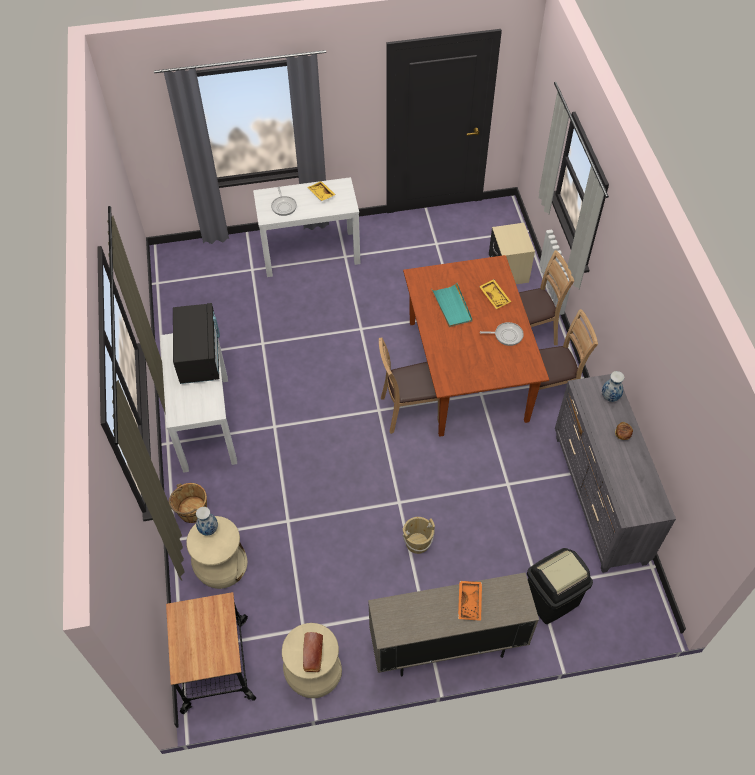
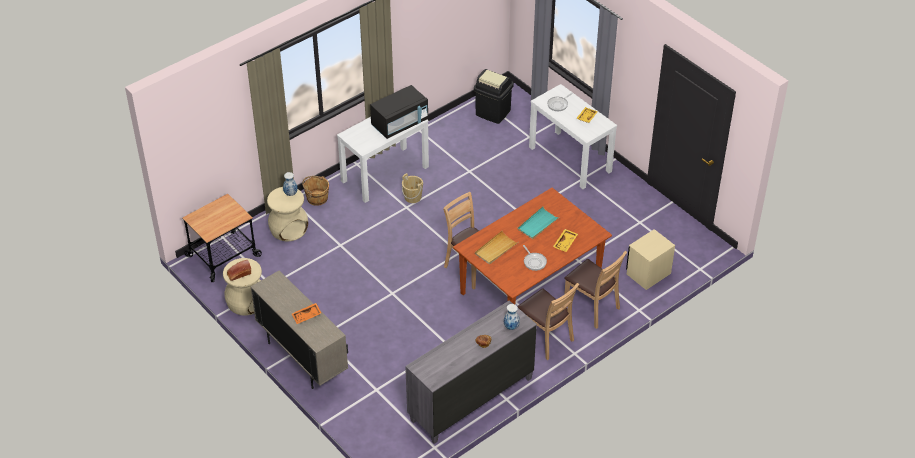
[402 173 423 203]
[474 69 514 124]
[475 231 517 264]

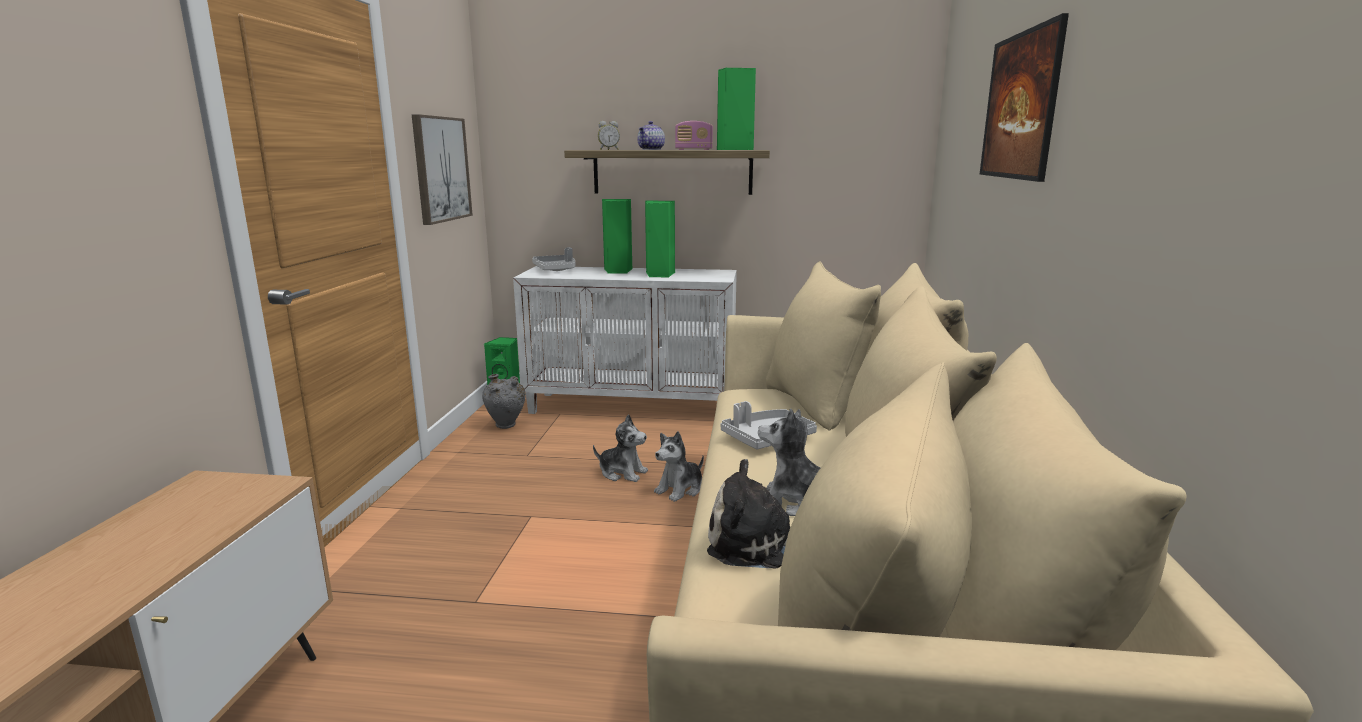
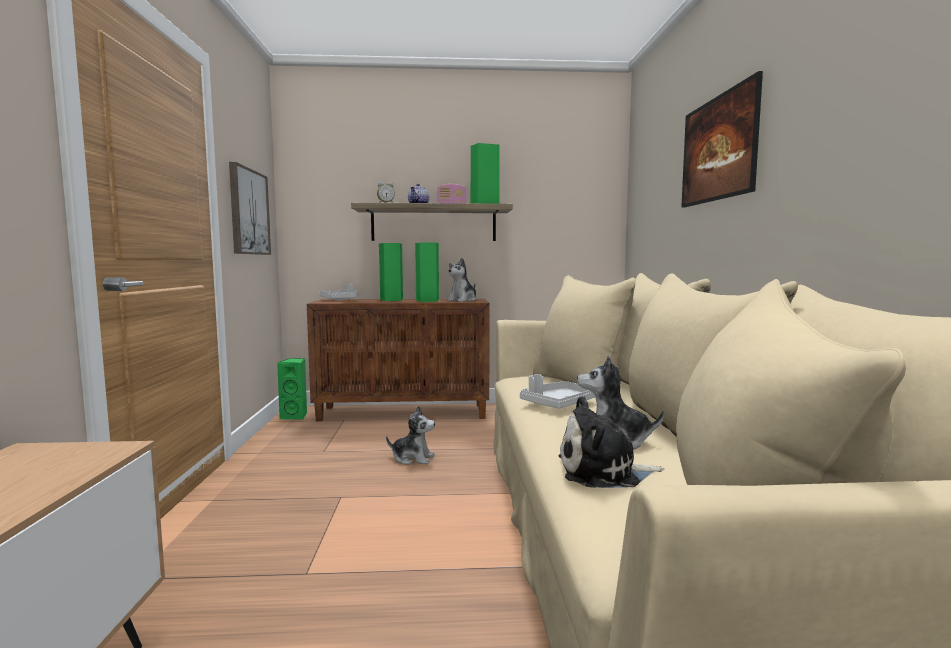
[307 299 490 422]
[446 258 477 302]
[482 374 526 429] (first image)

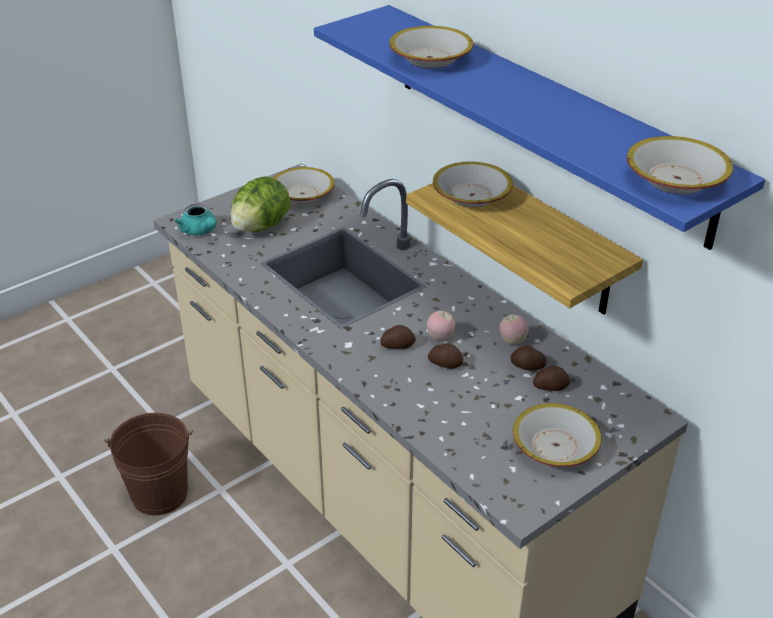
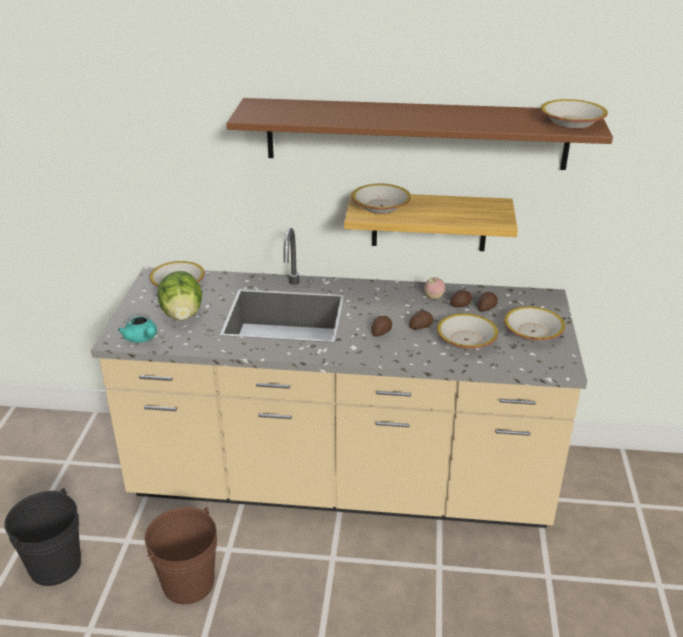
[4 488 81 586]
[118 314 157 343]
[226 98 613 170]
[437 313 498 350]
[427 311 455 341] (first image)

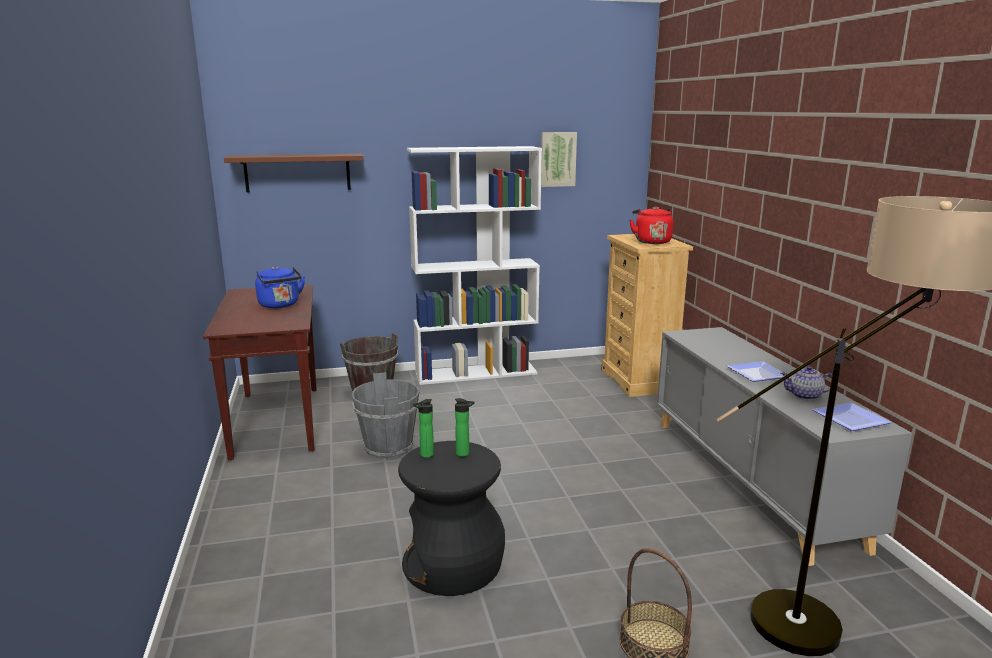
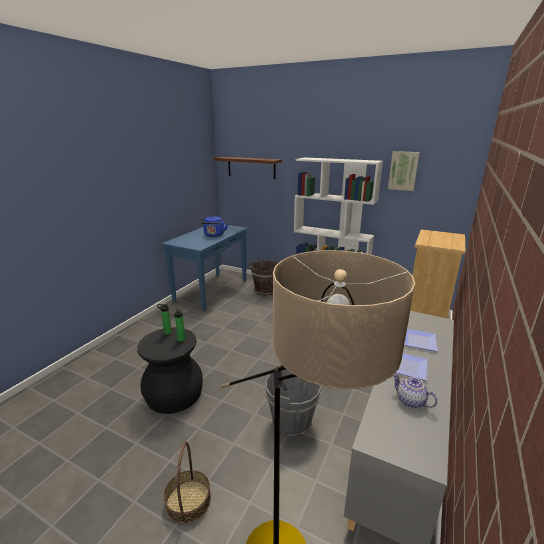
[161 224 248 311]
[265 369 322 437]
[404 329 438 351]
[630 206 673 244] (first image)

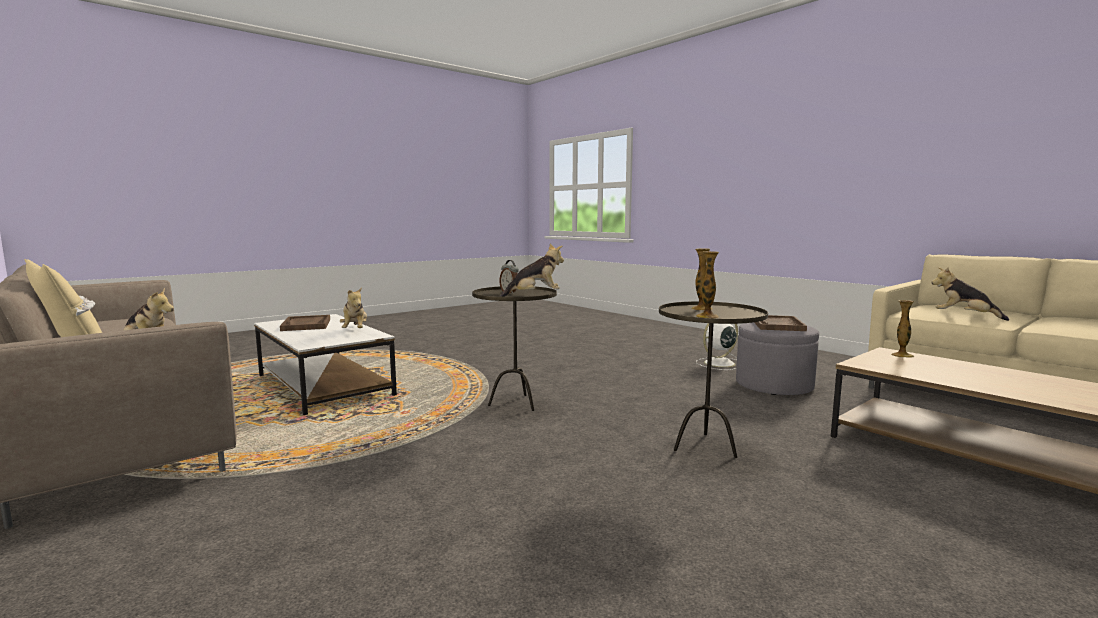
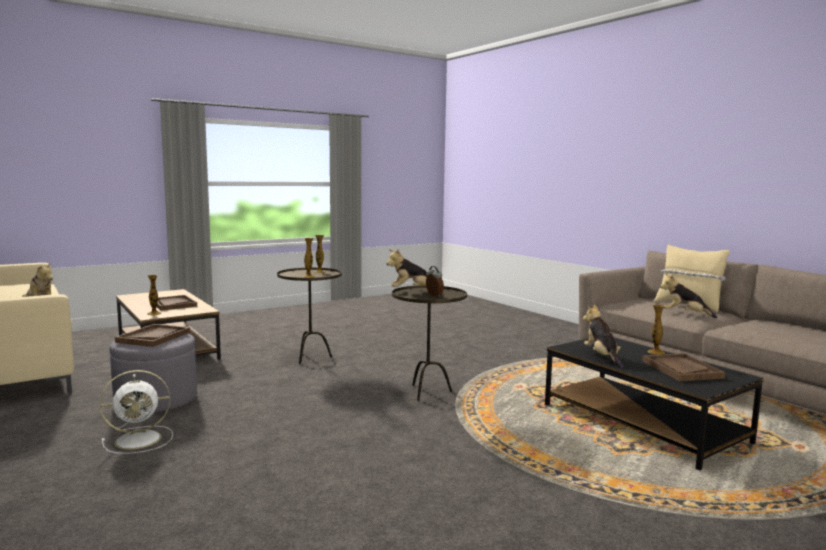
[156 295 197 311]
[545 338 764 471]
[647 305 665 355]

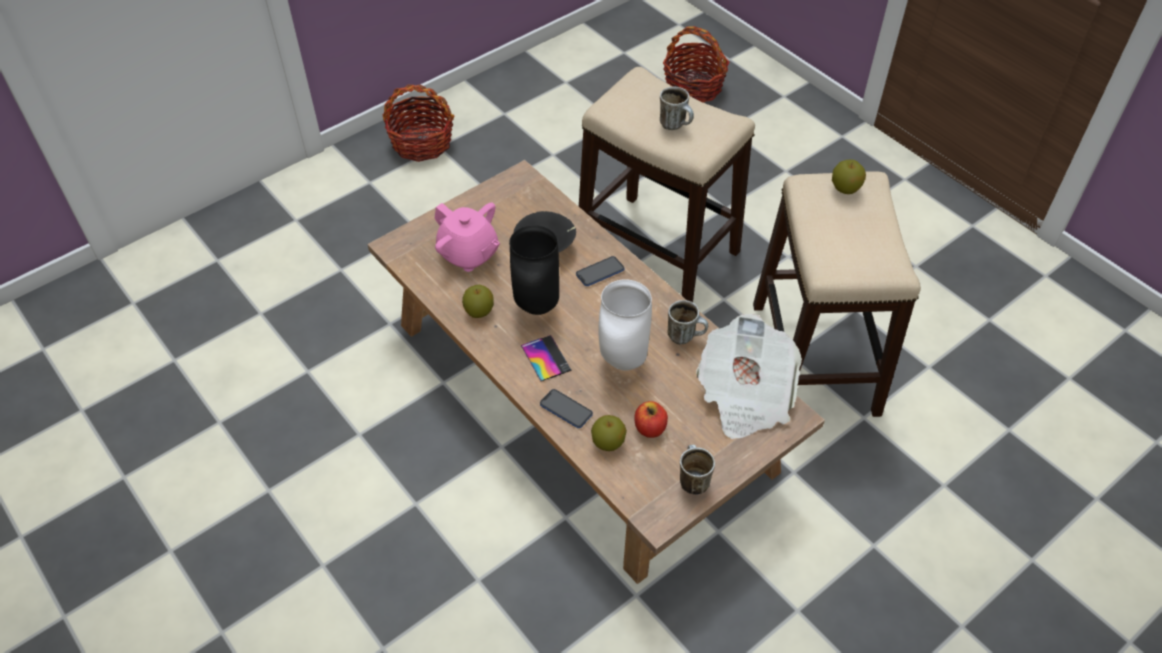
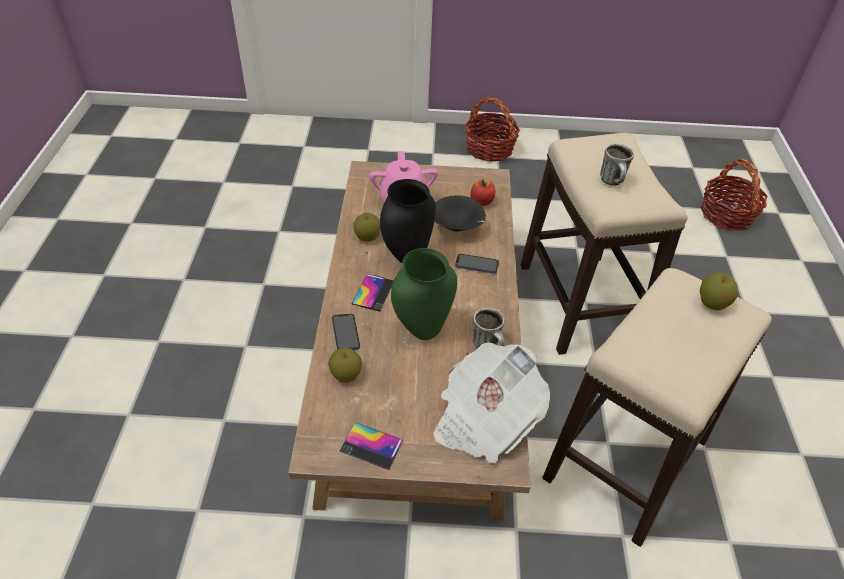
[340 422 403 470]
[391 248 457 340]
[470 179 495 206]

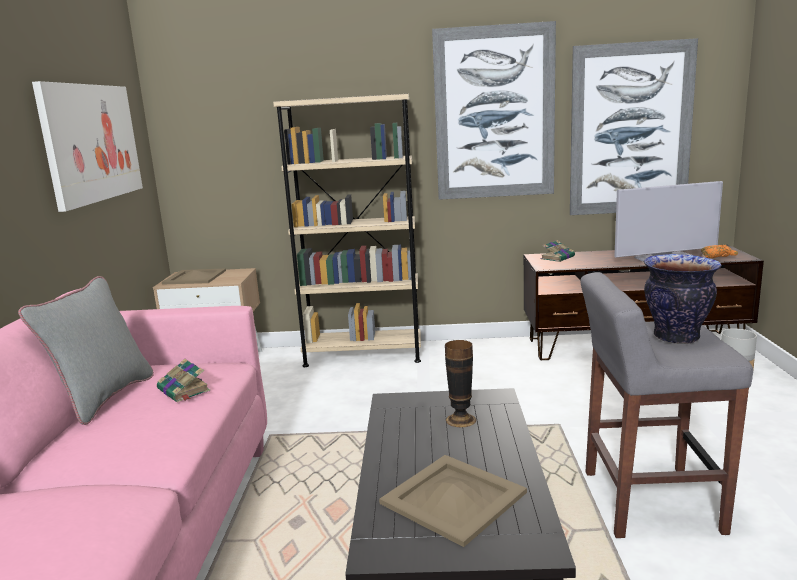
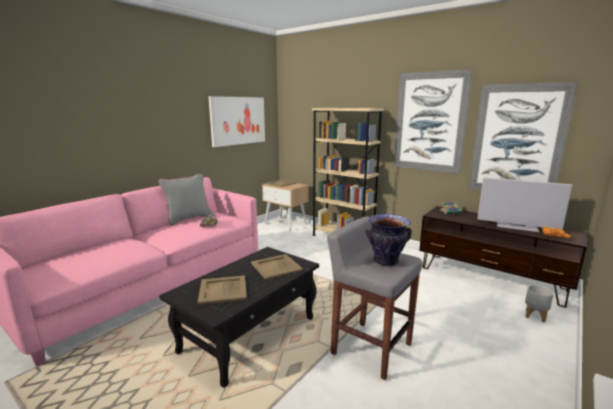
[251 254 303 280]

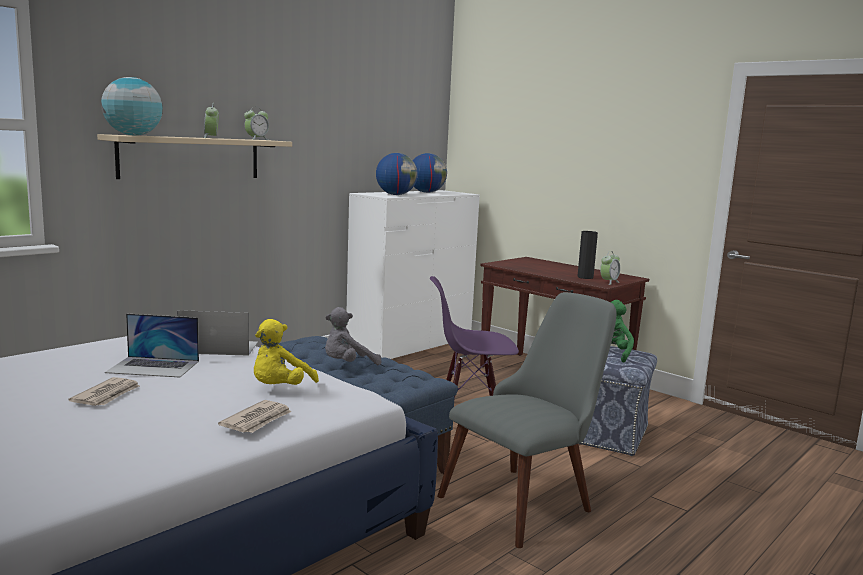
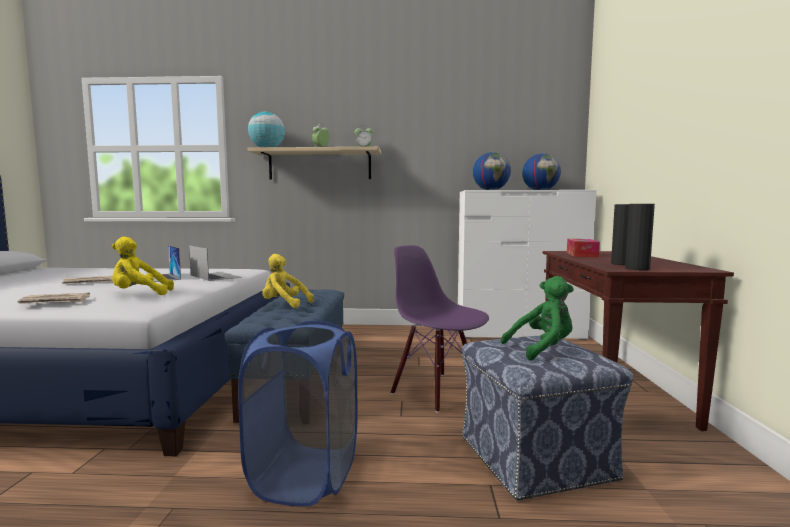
[238 321 358 507]
[262 254 314 308]
[567 239 600 257]
[625 204 655 270]

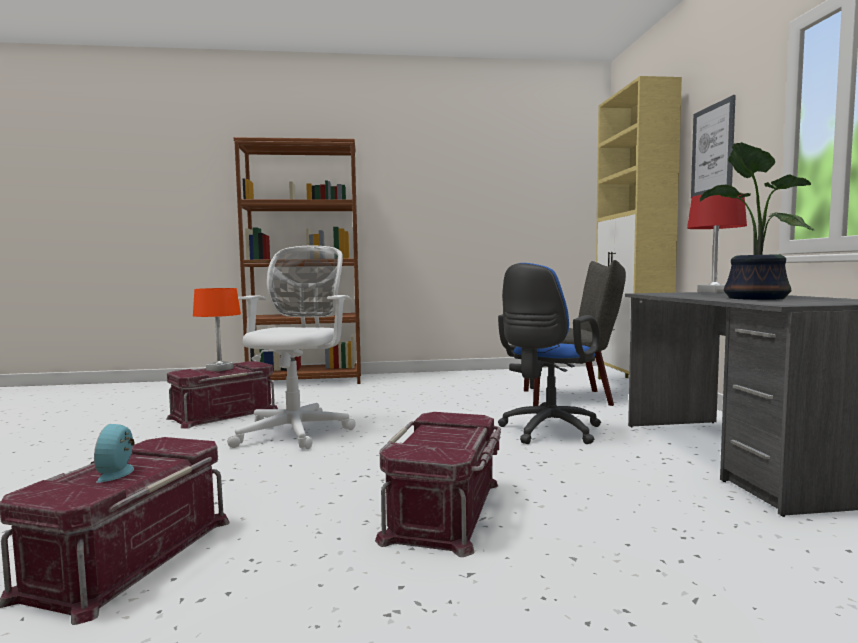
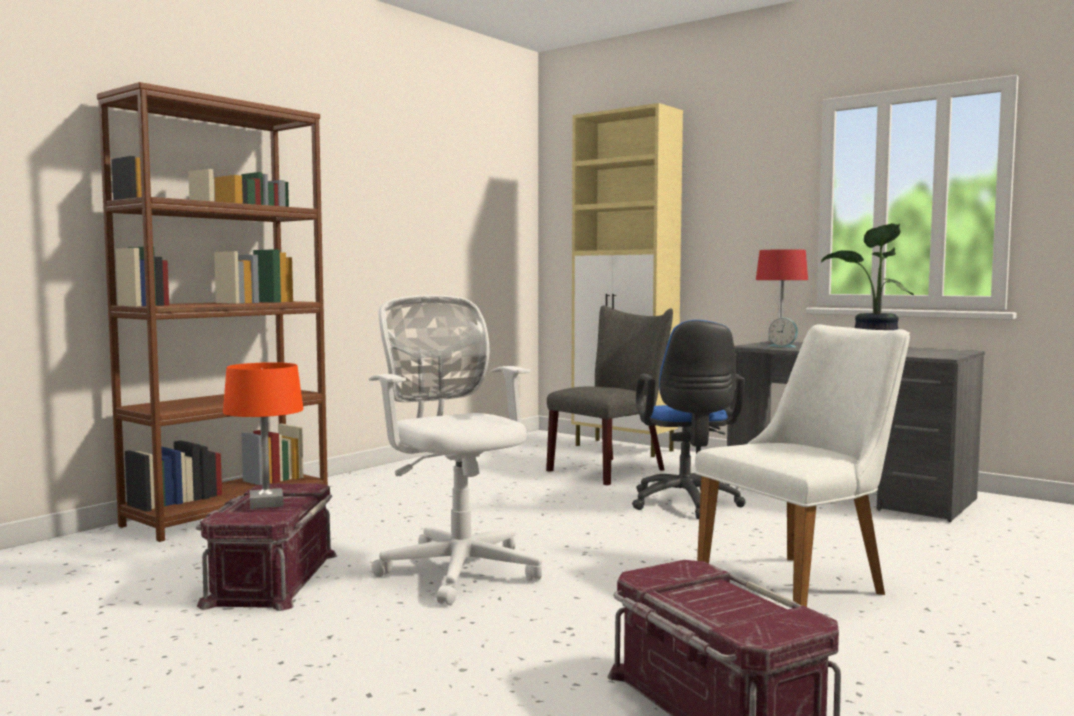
[695 324 910 607]
[768 318 798 348]
[691 95 736 198] (first image)

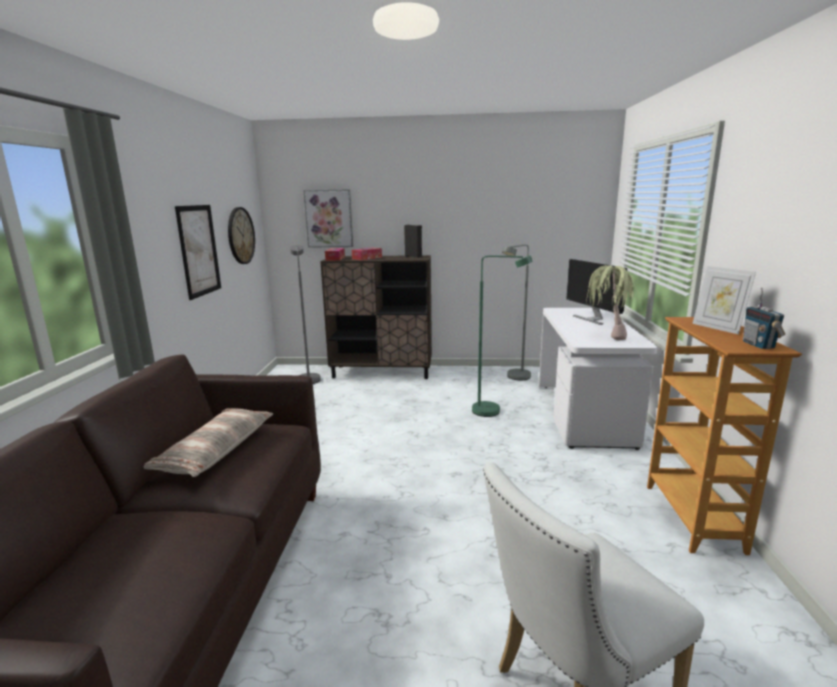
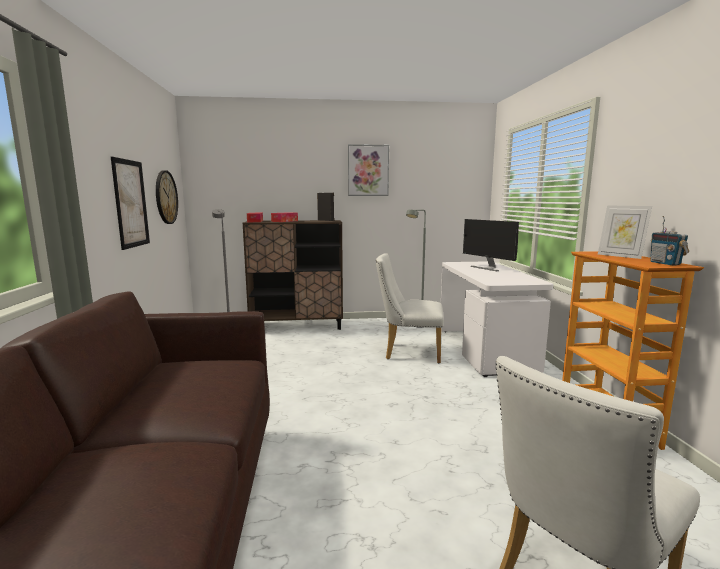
[348 144 389 196]
[376 253 444 363]
[144 408 273 477] (first image)
[587 265 637 340] (first image)

